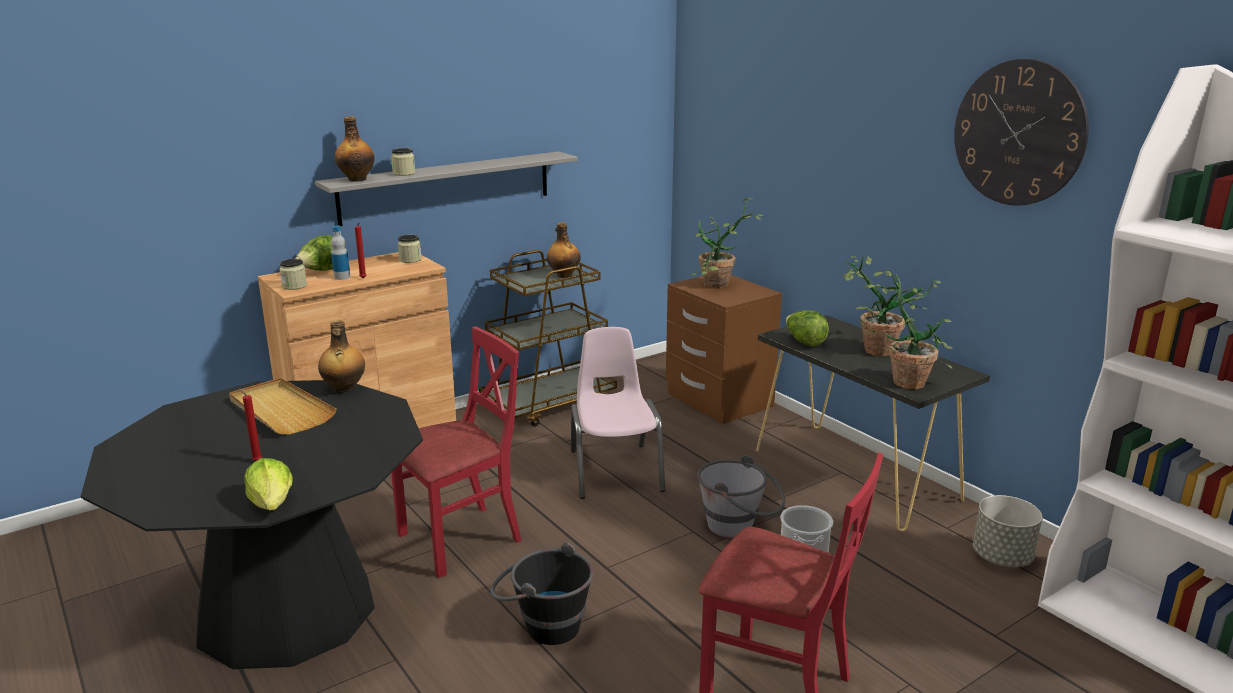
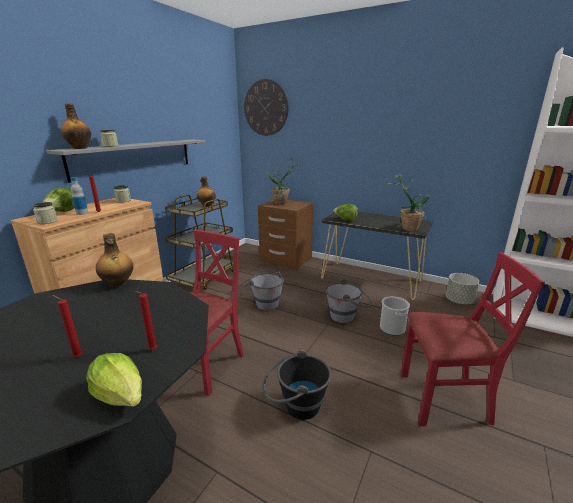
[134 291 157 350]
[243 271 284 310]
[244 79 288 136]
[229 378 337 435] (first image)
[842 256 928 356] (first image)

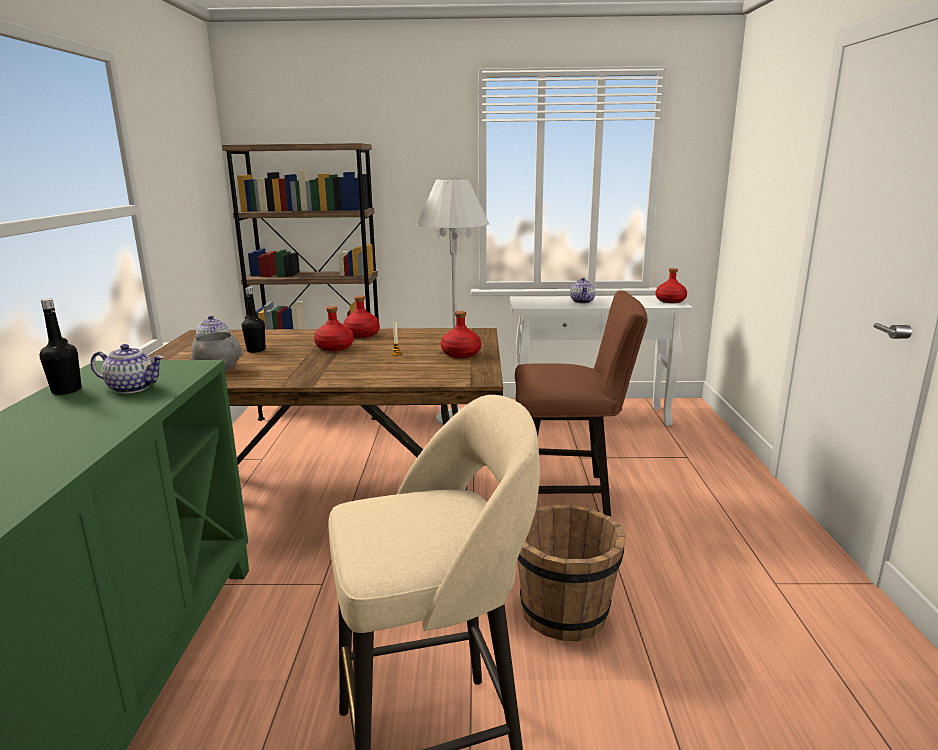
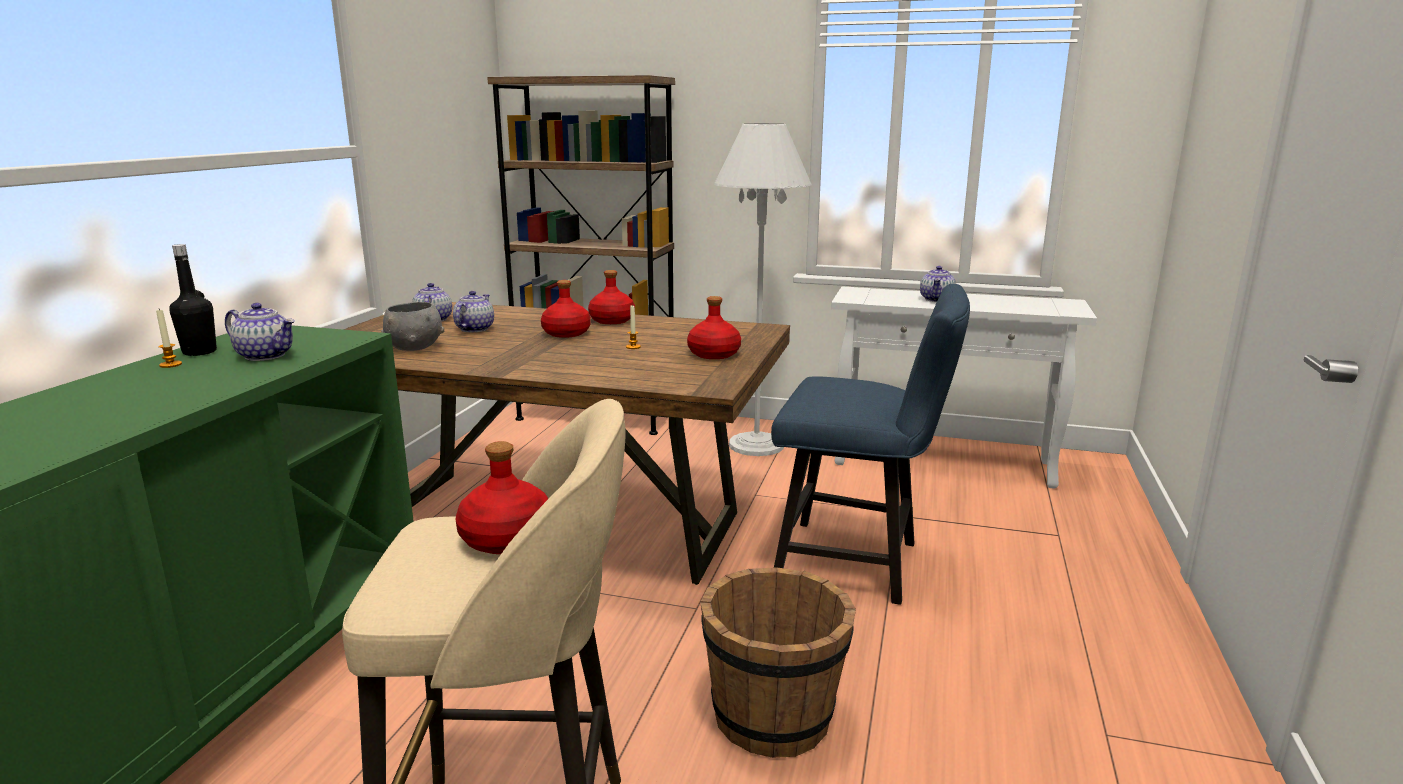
[156 309 182 368]
[453 291 494 332]
[455 441 548 554]
[771 284 970 605]

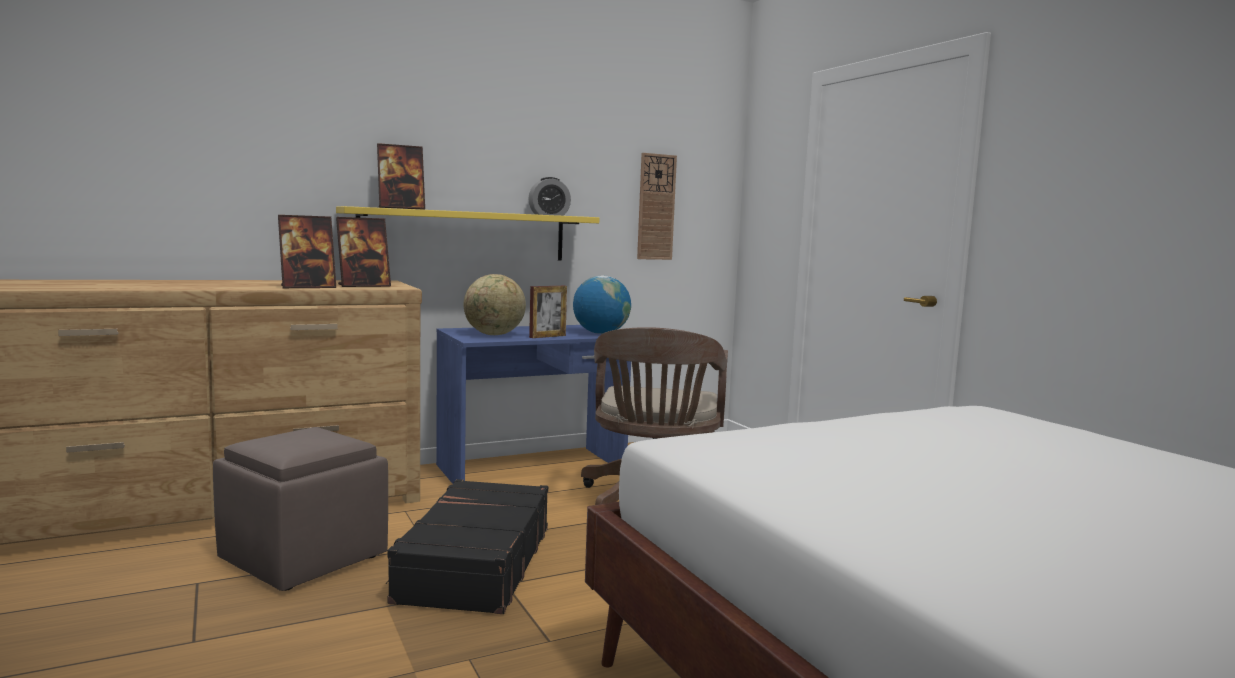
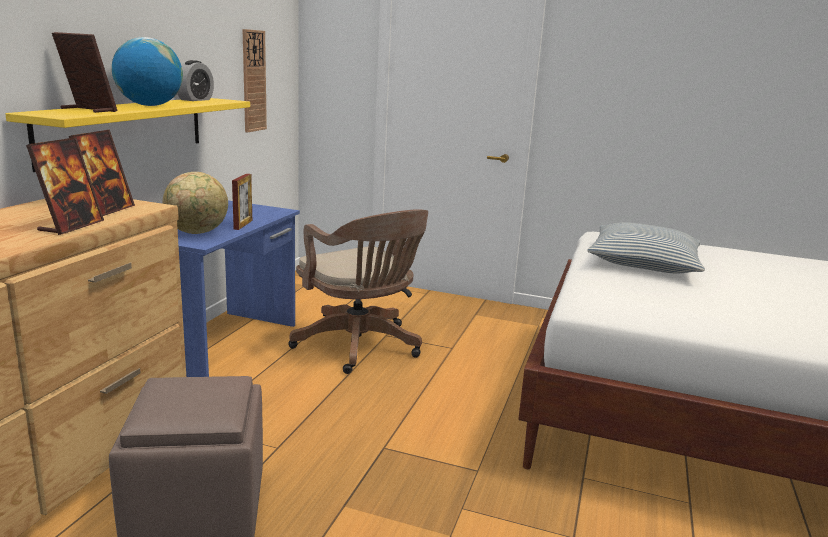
[52 32 118 113]
[112 37 183 106]
[587 222 705 273]
[386 479 548 614] (first image)

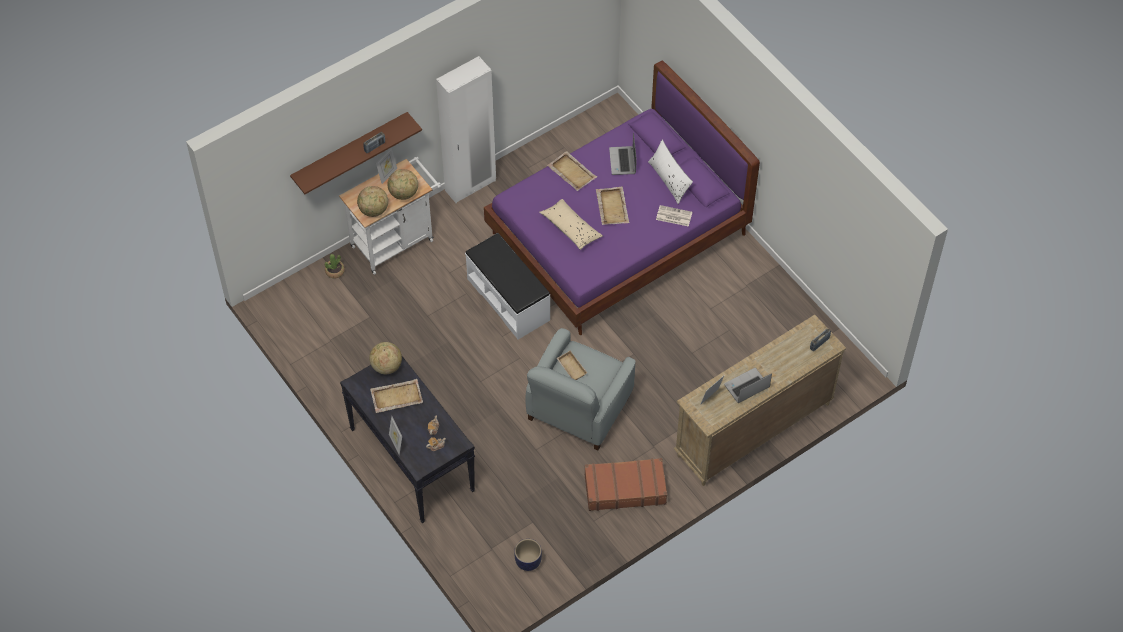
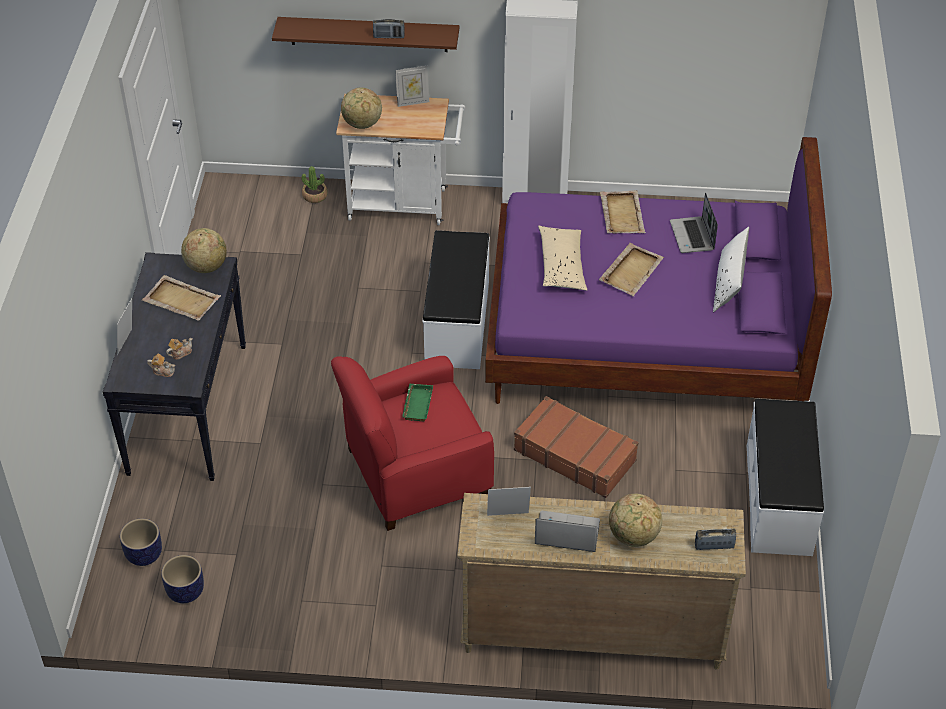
[120 518 162 566]
[331 356 494 531]
[402 384 433 421]
[514 396 639 498]
[609 494 662 547]
[670 192 718 253]
[746 399 824 556]
[656 205 692 227] (first image)

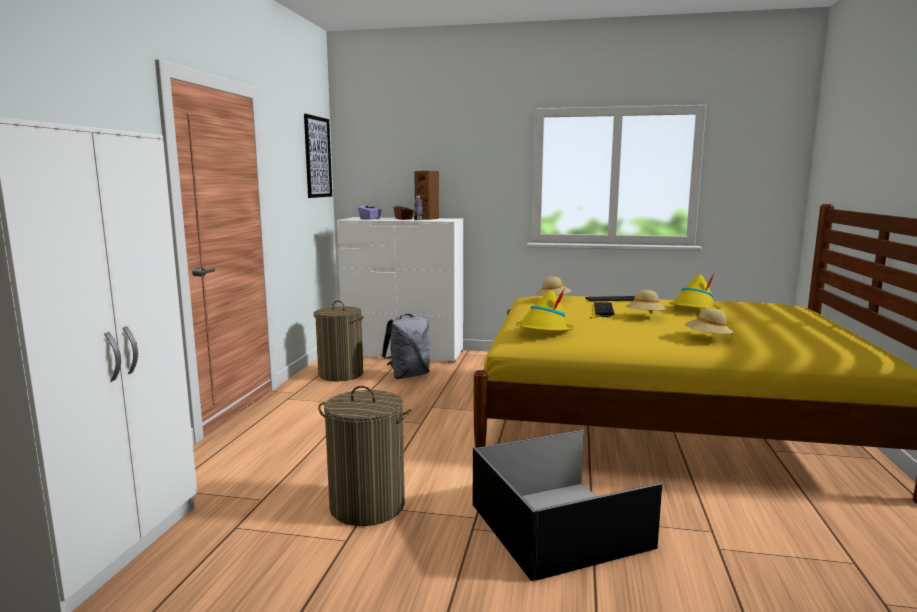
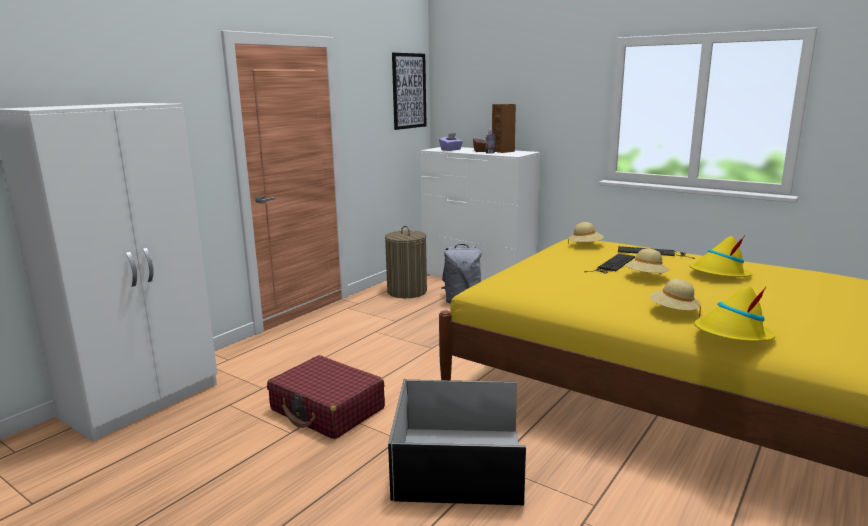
[267 355 385 439]
[694 286 776 341]

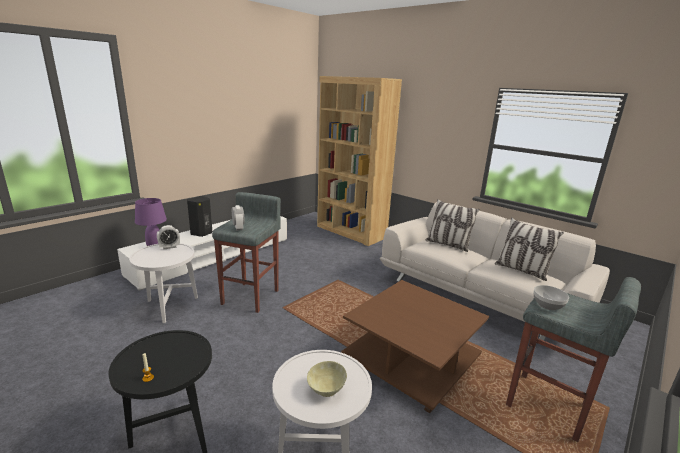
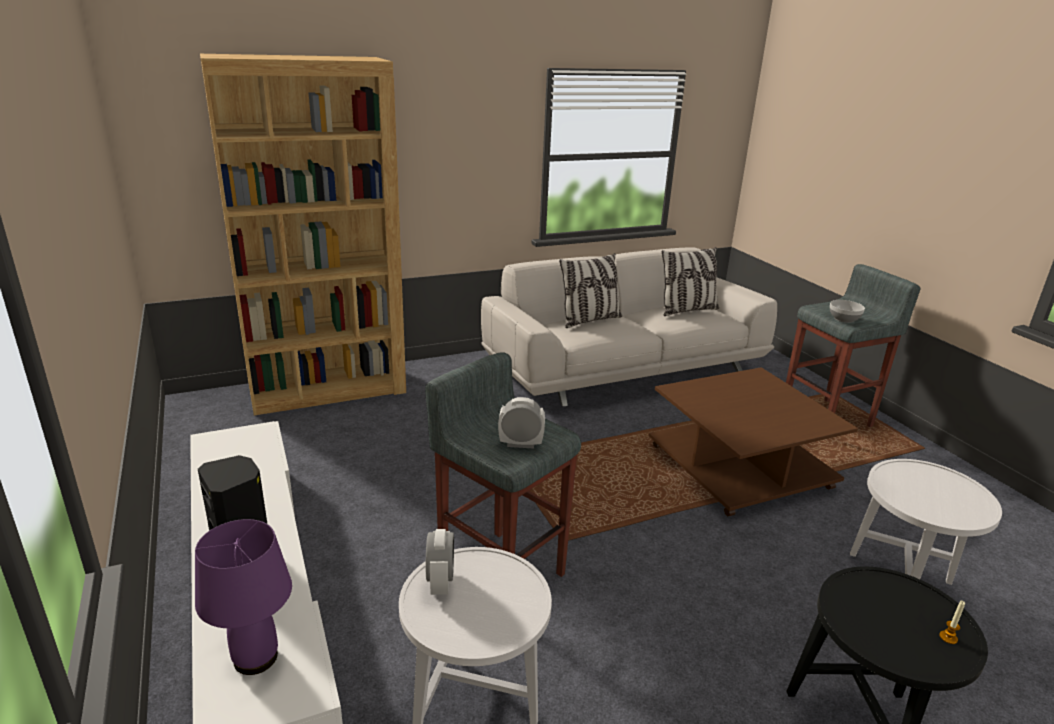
[307 361 347 397] (first image)

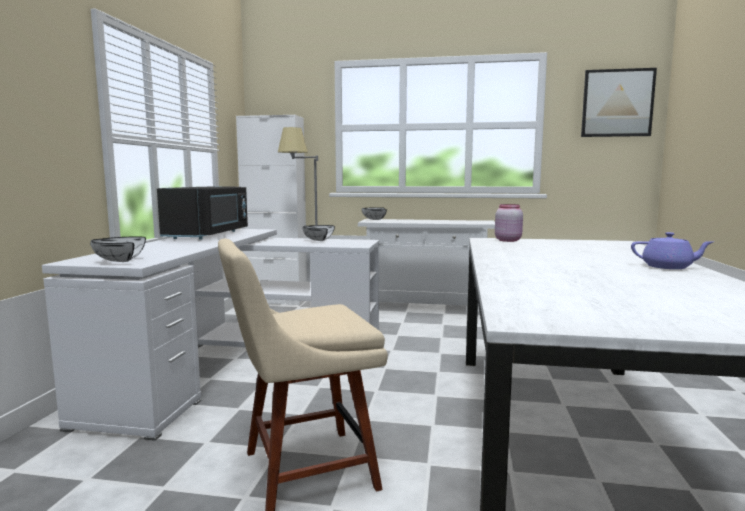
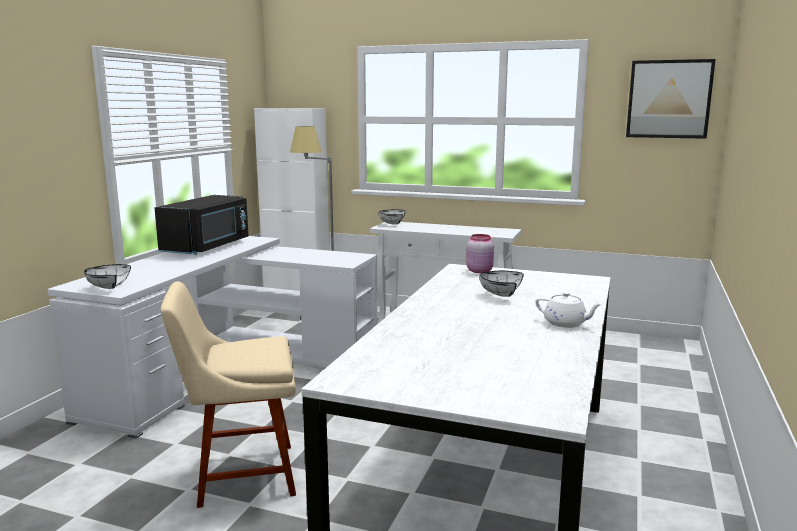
[479 271 524 297]
[535 292 603 328]

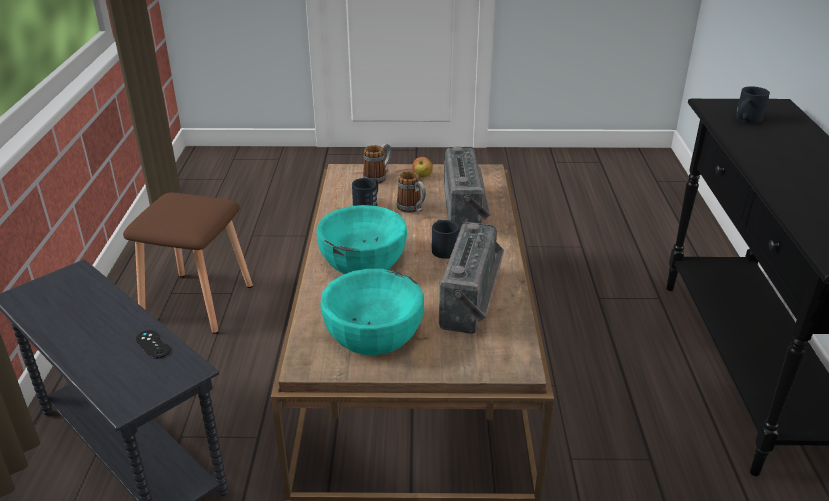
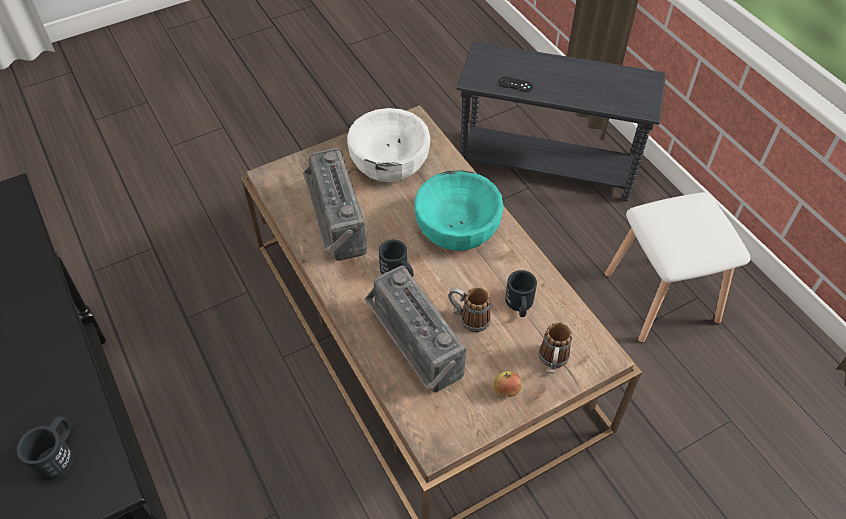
[347 108 430 182]
[604 192 750 343]

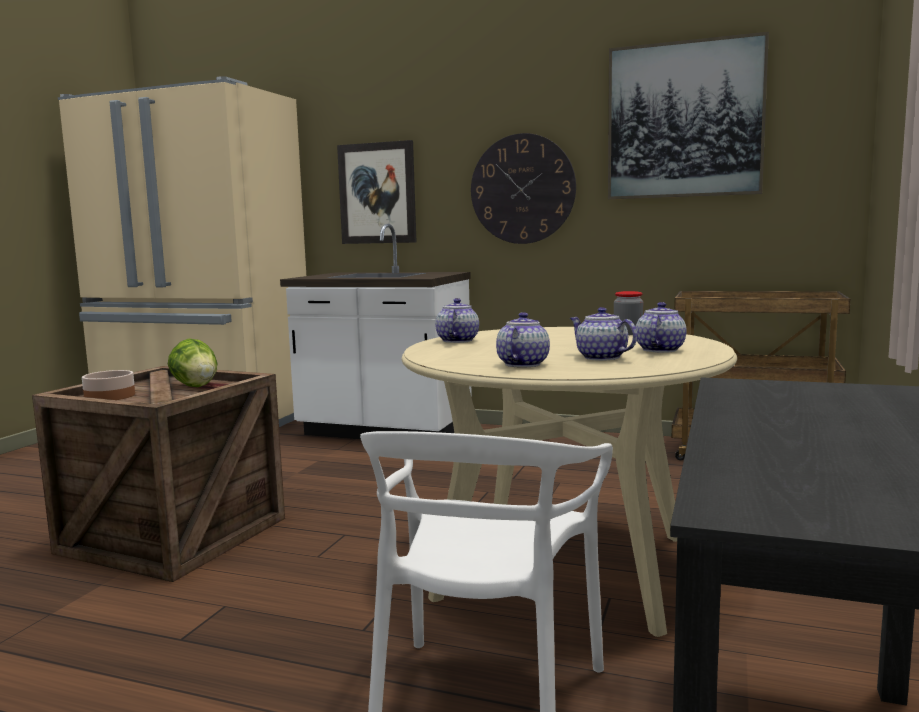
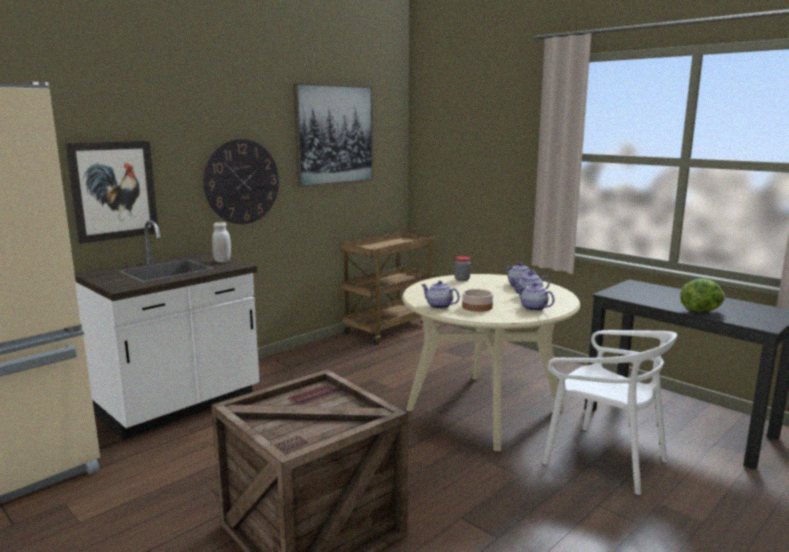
[212 222 231 262]
[462 289 493 312]
[680 279 725 312]

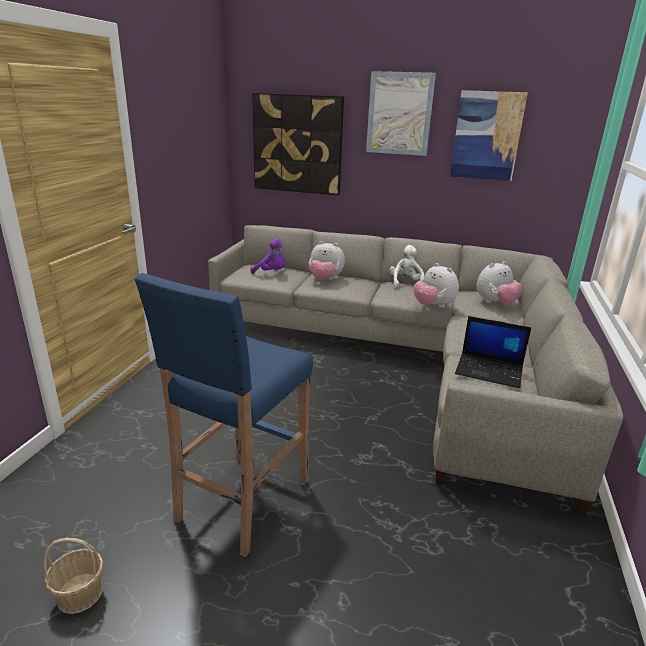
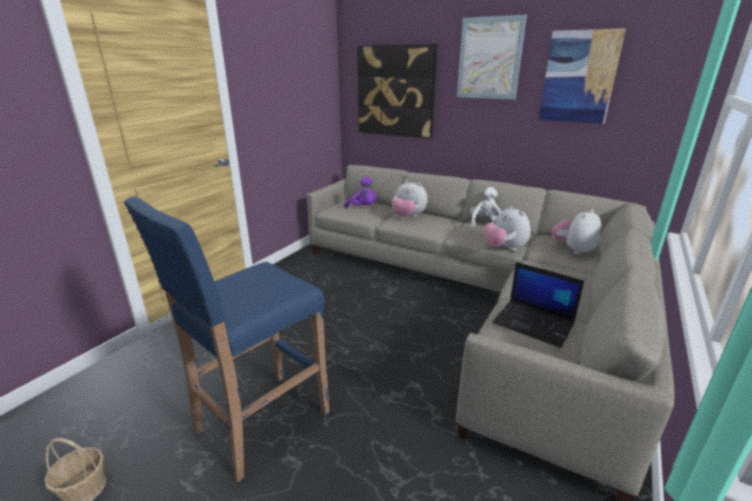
[552 209 601 255]

